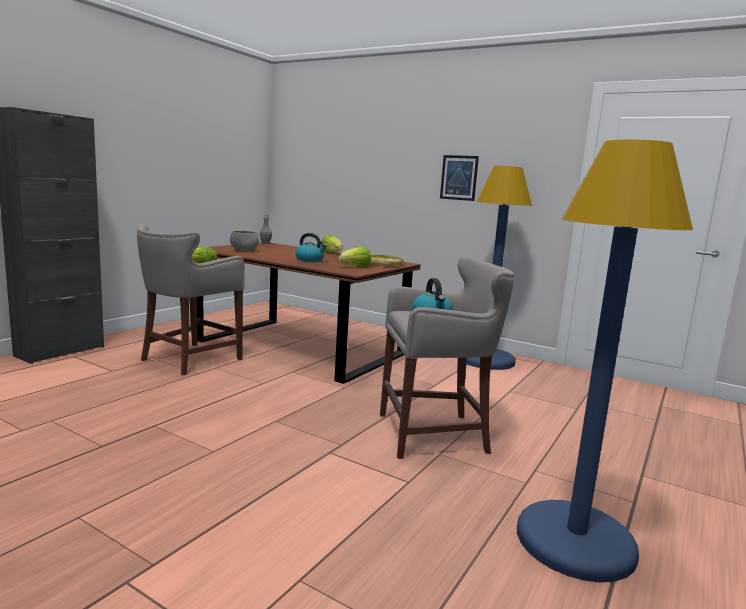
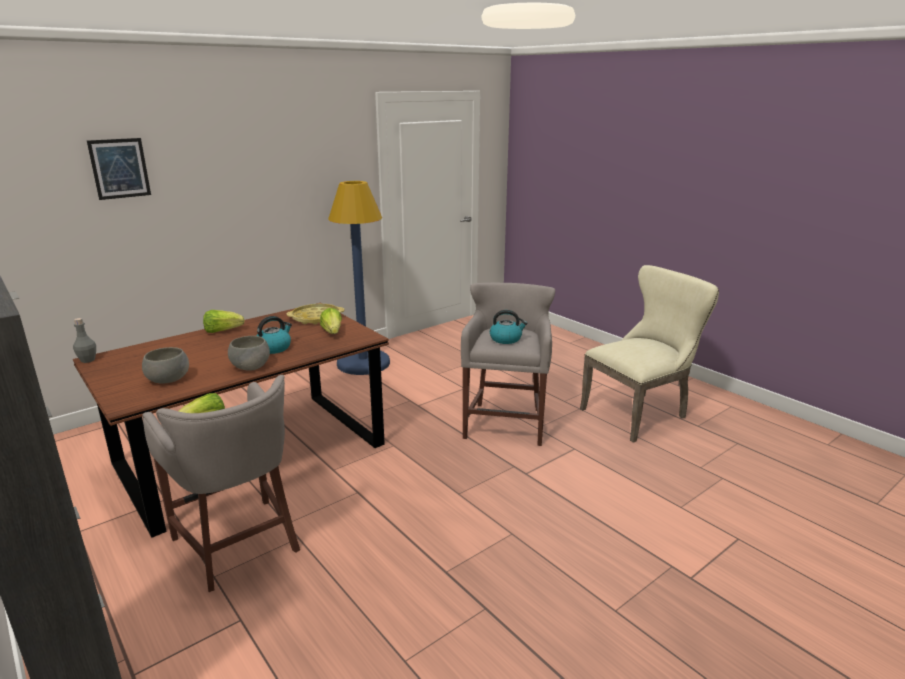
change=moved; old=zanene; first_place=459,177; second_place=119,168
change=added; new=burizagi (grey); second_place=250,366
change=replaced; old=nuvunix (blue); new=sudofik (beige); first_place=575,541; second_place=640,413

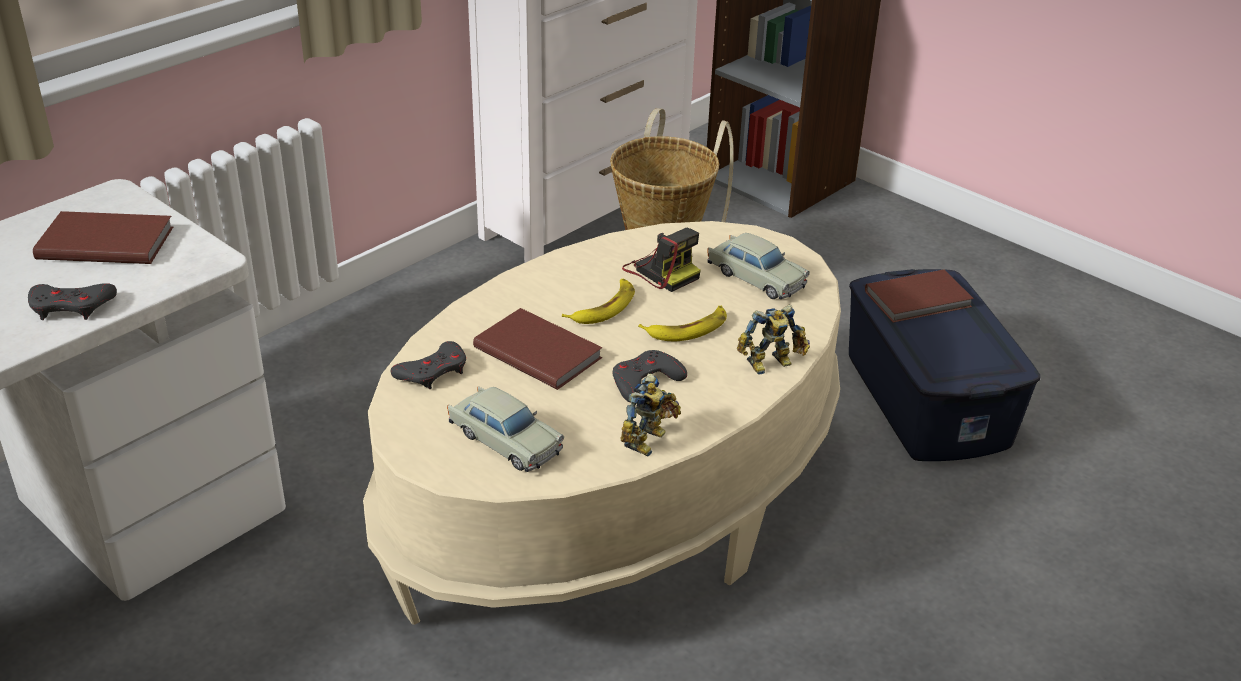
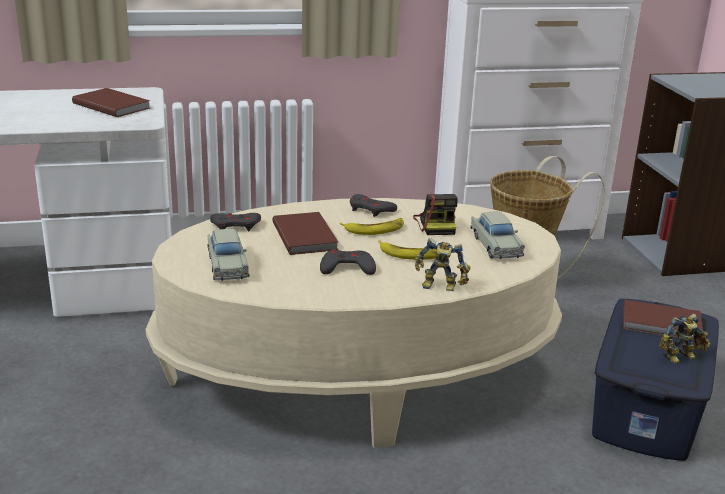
change=moved; old=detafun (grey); first_place=71,306; second_place=370,209
change=moved; old=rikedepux; first_place=649,441; second_place=681,358

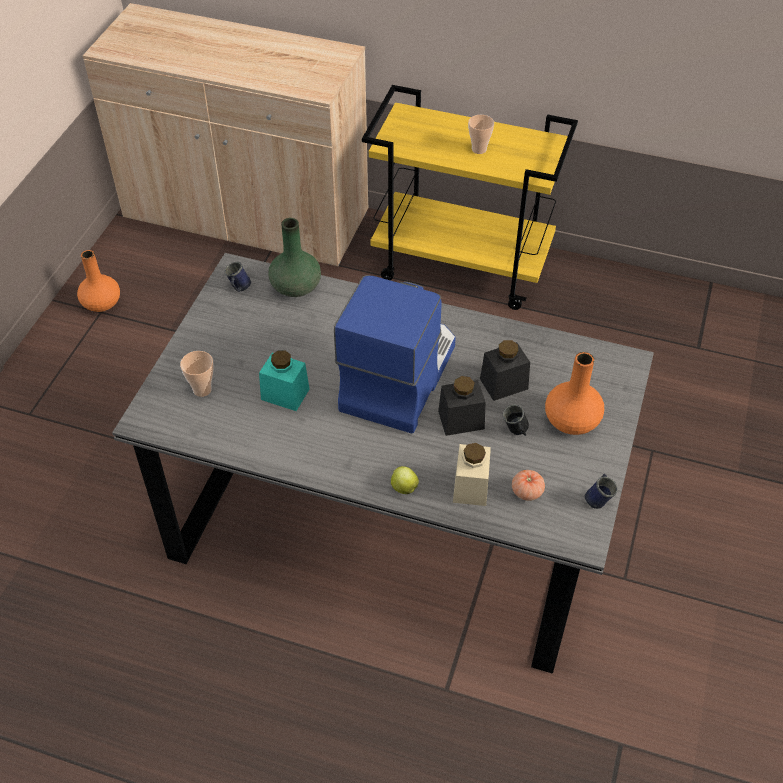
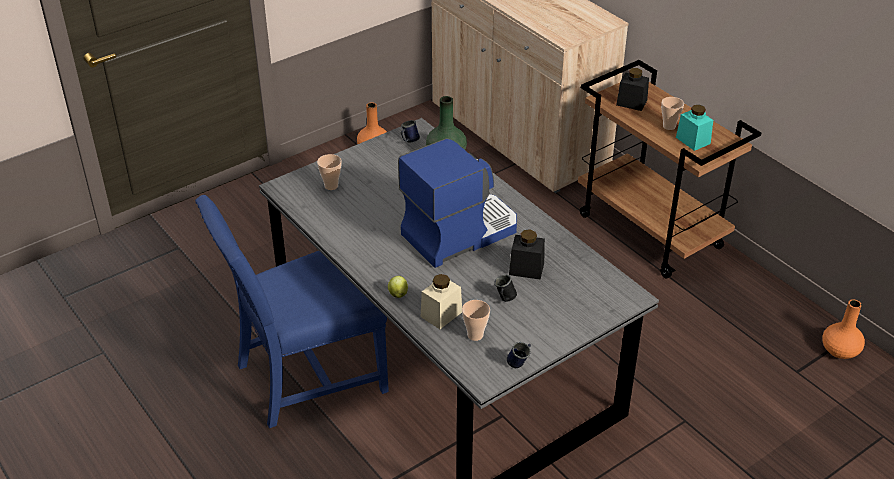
change=added; new=sudofik (blue); second_place=306,377
change=replaced; old=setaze; new=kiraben; first_place=527,492; second_place=475,335
change=recoloured; old=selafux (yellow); new=selafux (brown); first_place=463,265; second_place=651,231
change=moved; old=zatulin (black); first_place=461,420; second_place=631,102
change=moved; old=zatulin (turquoise); first_place=285,394; second_place=693,140
change=moved; old=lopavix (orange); first_place=571,421; second_place=839,350

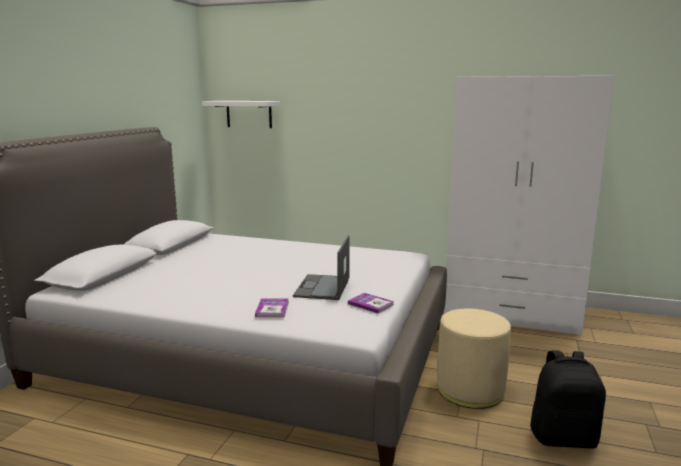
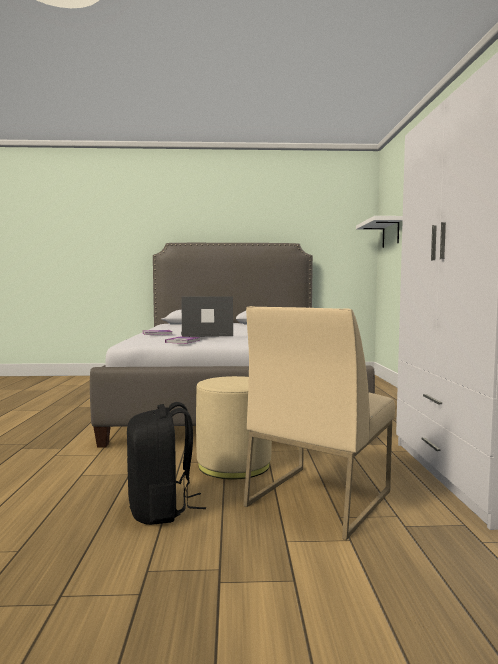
change=added; new=sudofik (beige); second_place=318,497

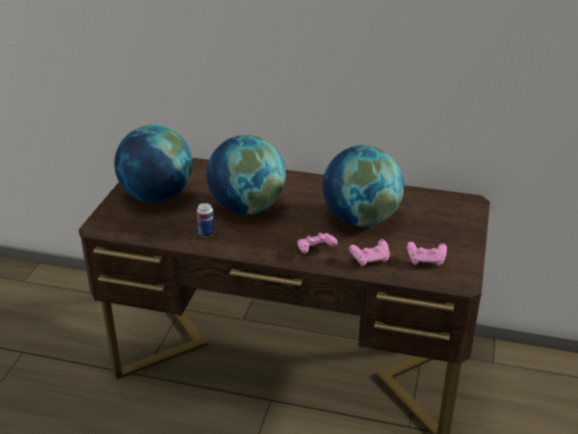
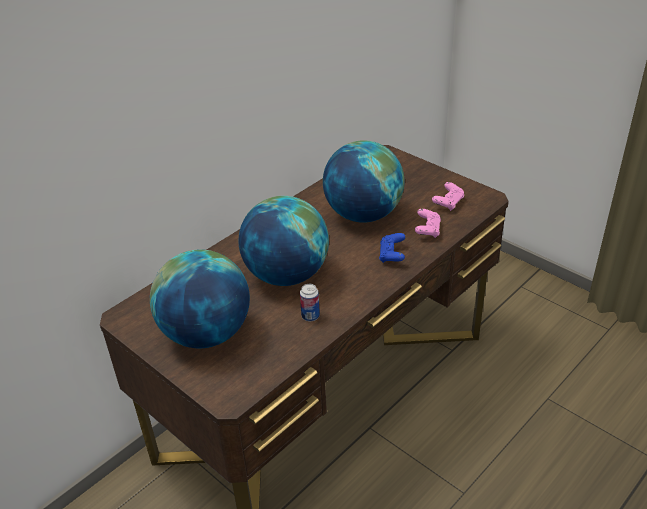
change=recoloured; old=detafun (pink); new=detafun (blue); first_place=315,250; second_place=392,255

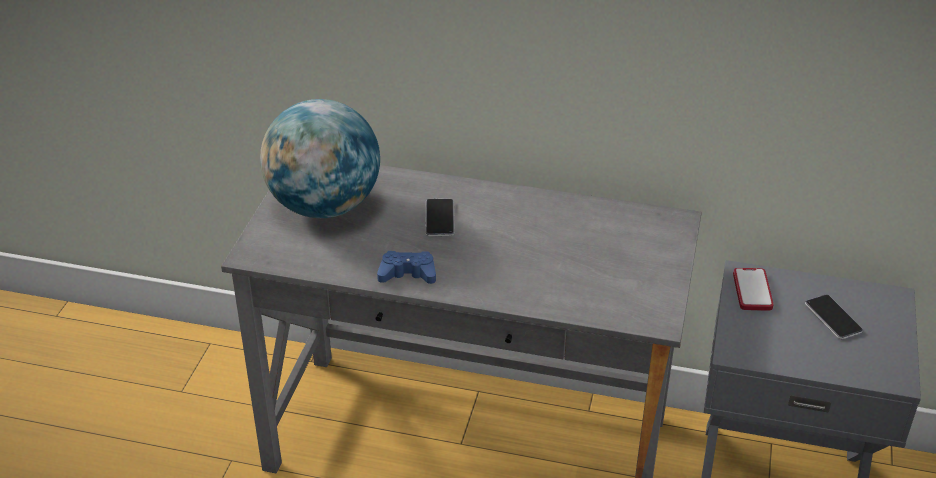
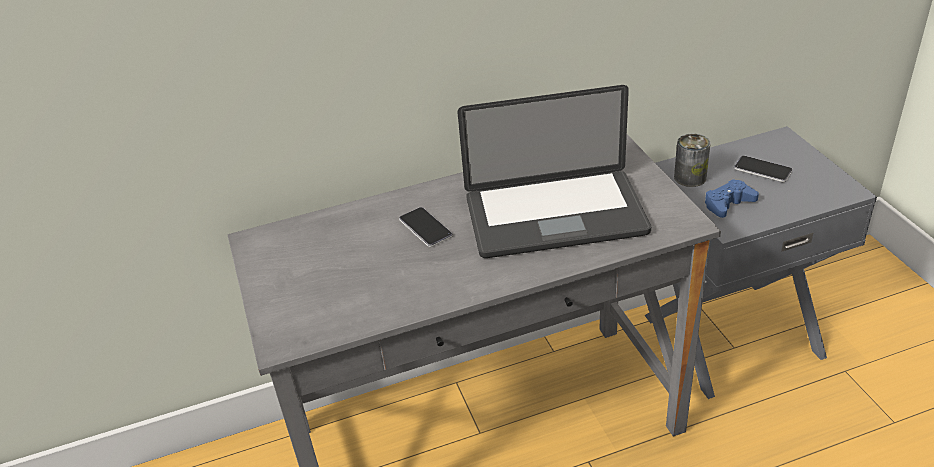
change=added; new=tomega; second_place=555,216
change=replaced; old=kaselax; new=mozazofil; first_place=752,291; second_place=690,177
change=moved; old=detafun (blue); first_place=407,274; second_place=728,204
change=removed; old=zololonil; first_place=324,206

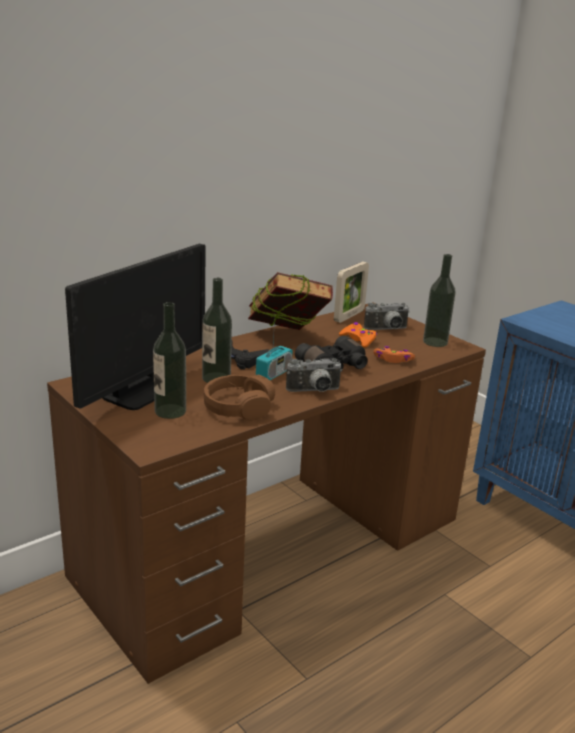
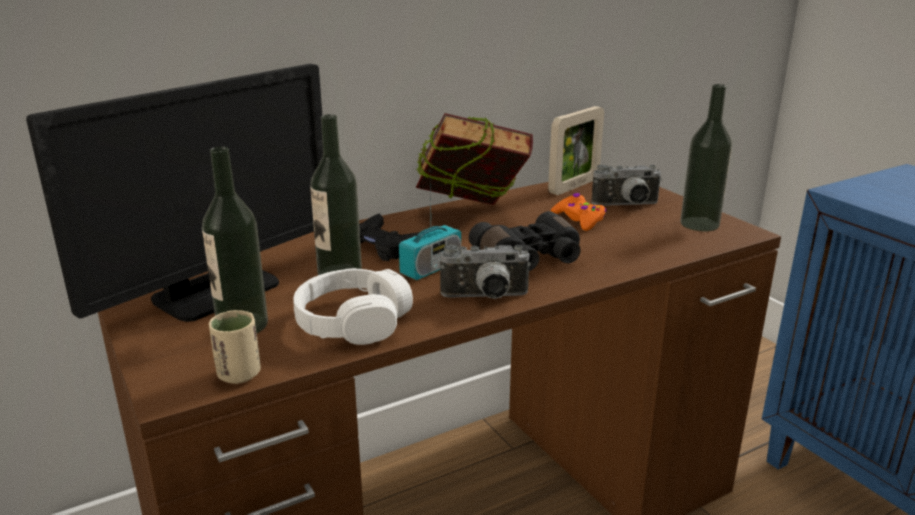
change=added; new=kiraben (beige); second_place=239,374
change=recoloured; old=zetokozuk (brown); new=zetokozuk (white); first_place=238,407; second_place=353,321
change=removed; old=detafun (orange); first_place=393,360

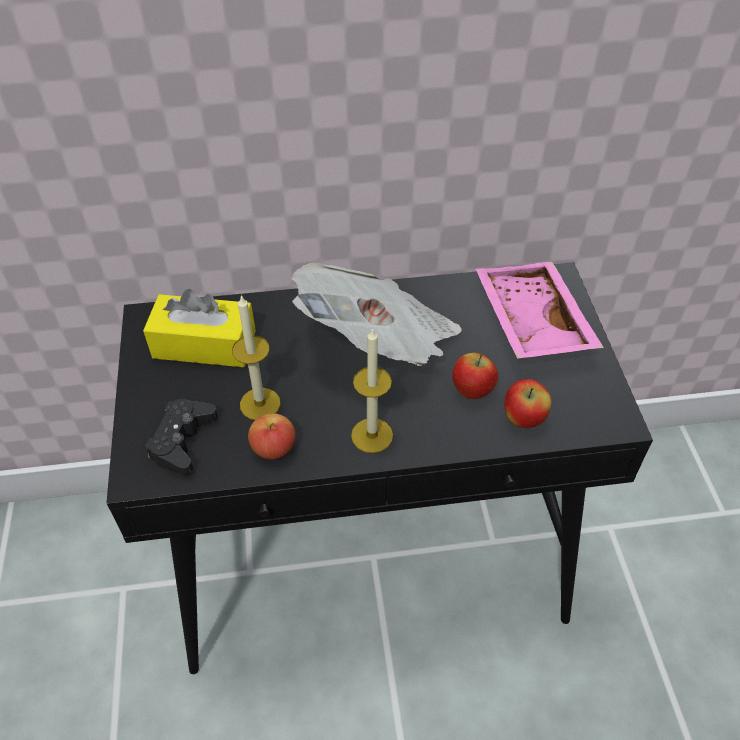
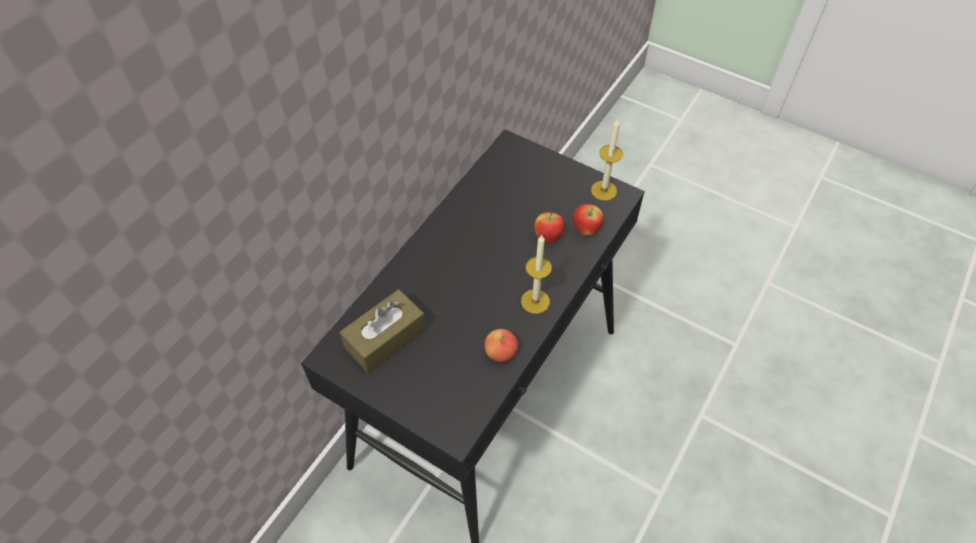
change=recoloured; old=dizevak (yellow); new=dizevak (brown); first_place=204,344; second_place=385,339
change=moved; old=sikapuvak; first_place=260,404; second_place=604,190
change=removed; old=detafun (black); first_place=182,441
change=removed; old=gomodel; first_place=379,342
change=removed; old=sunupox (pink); first_place=529,322

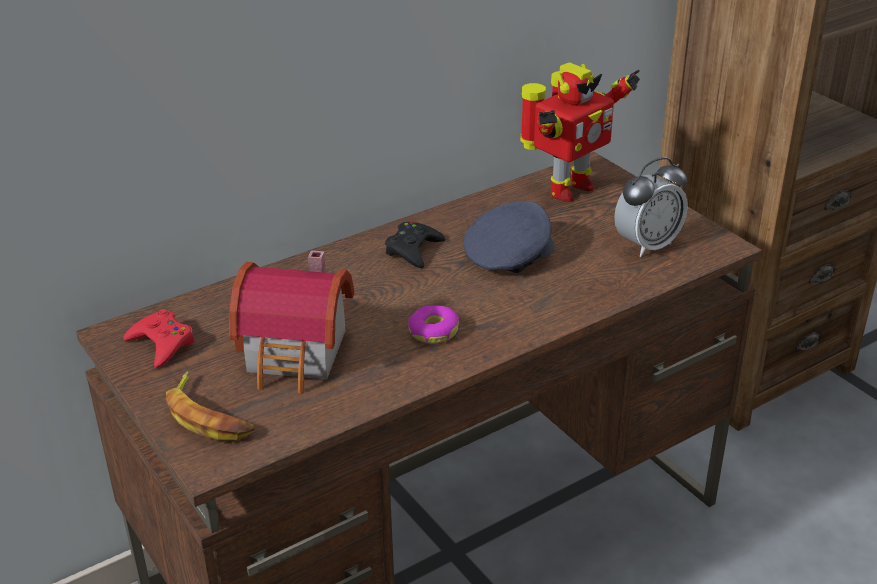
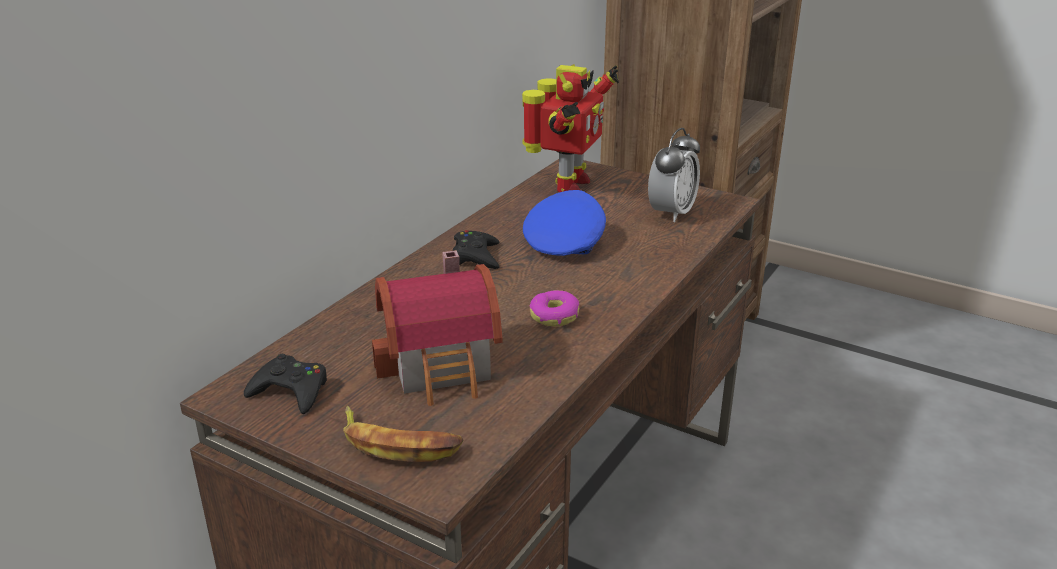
change=recoloured; old=detafun (red); new=detafun (black); first_place=162,344; second_place=291,391
change=recoloured; old=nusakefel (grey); new=nusakefel (blue); first_place=508,254; second_place=564,242

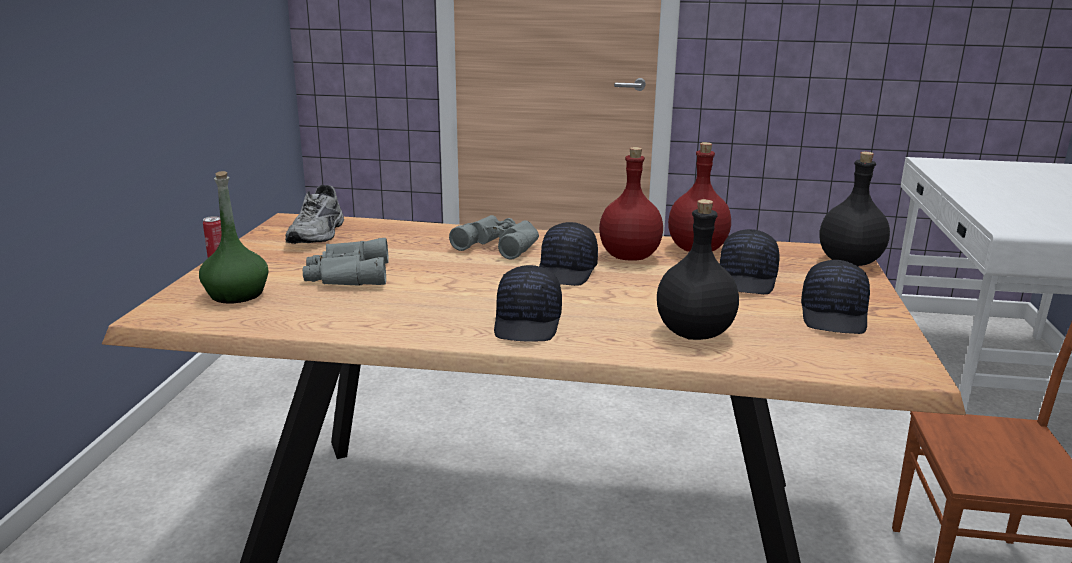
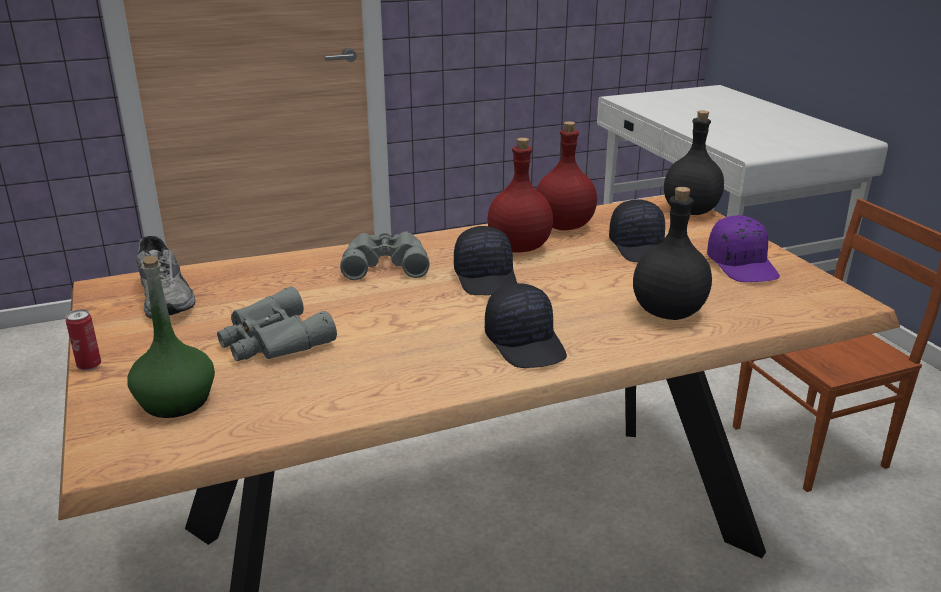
change=recoloured; old=nusakefel (black); new=nusakefel (purple); first_place=835,316; second_place=743,266

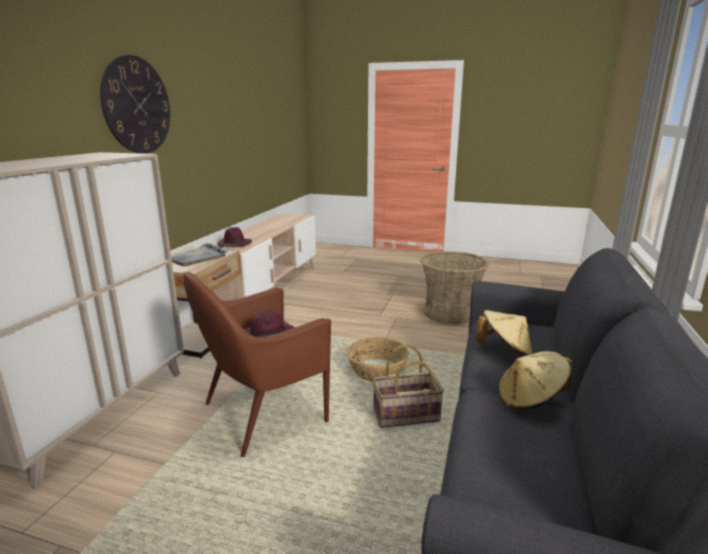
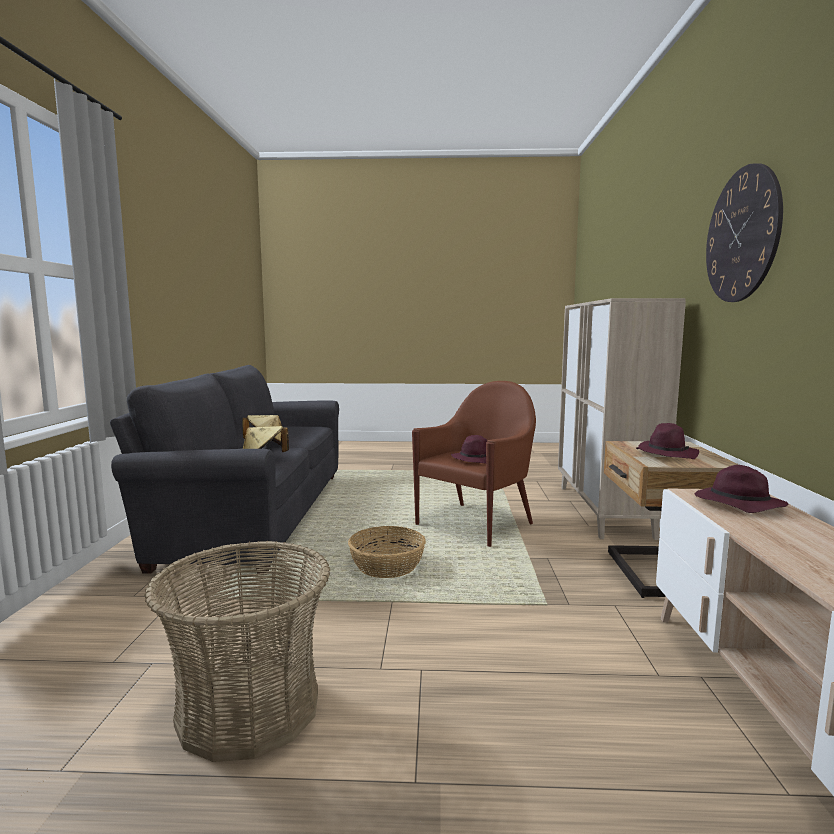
change=replaced; old=sunupox (grey); new=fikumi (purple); first_place=197,257; second_place=666,454
change=removed; old=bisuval; first_place=406,416

